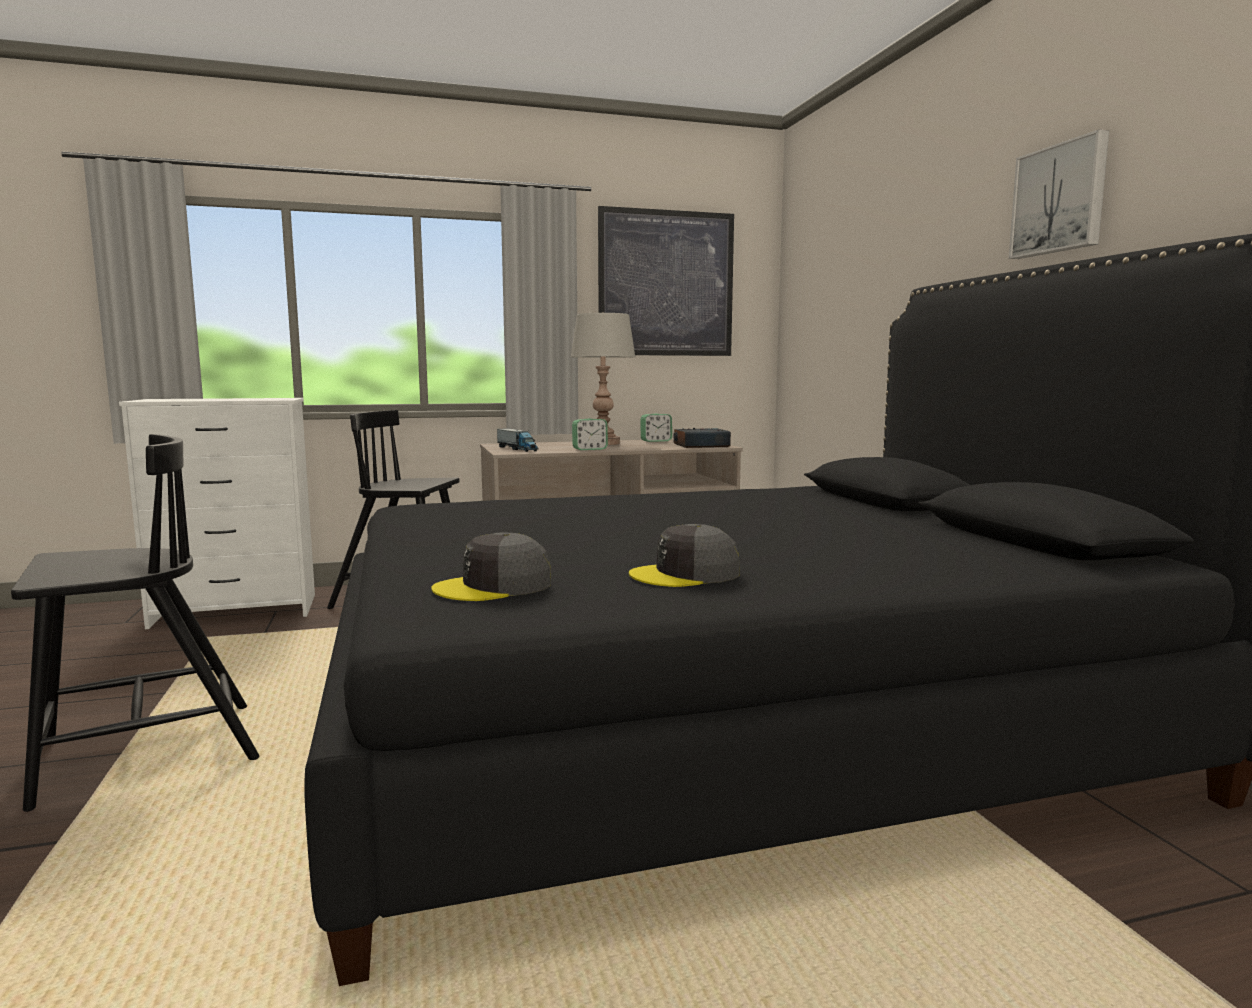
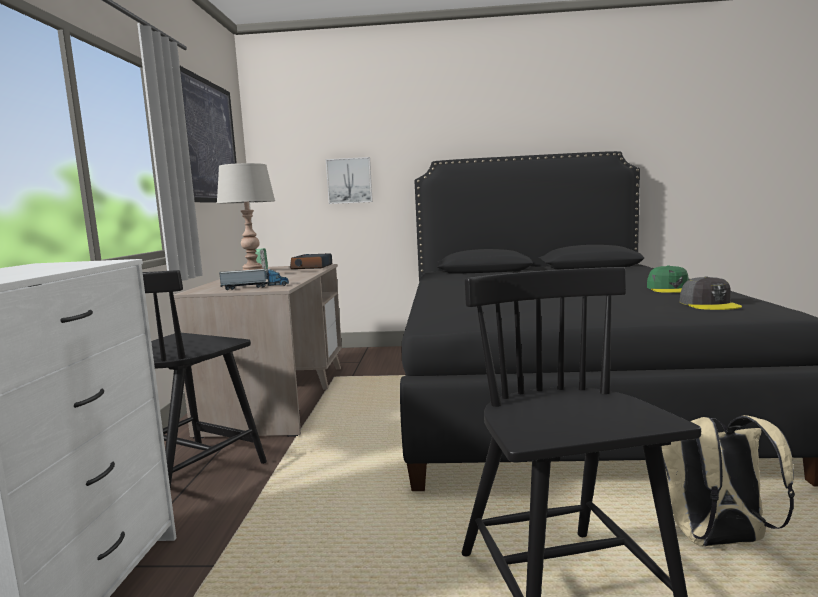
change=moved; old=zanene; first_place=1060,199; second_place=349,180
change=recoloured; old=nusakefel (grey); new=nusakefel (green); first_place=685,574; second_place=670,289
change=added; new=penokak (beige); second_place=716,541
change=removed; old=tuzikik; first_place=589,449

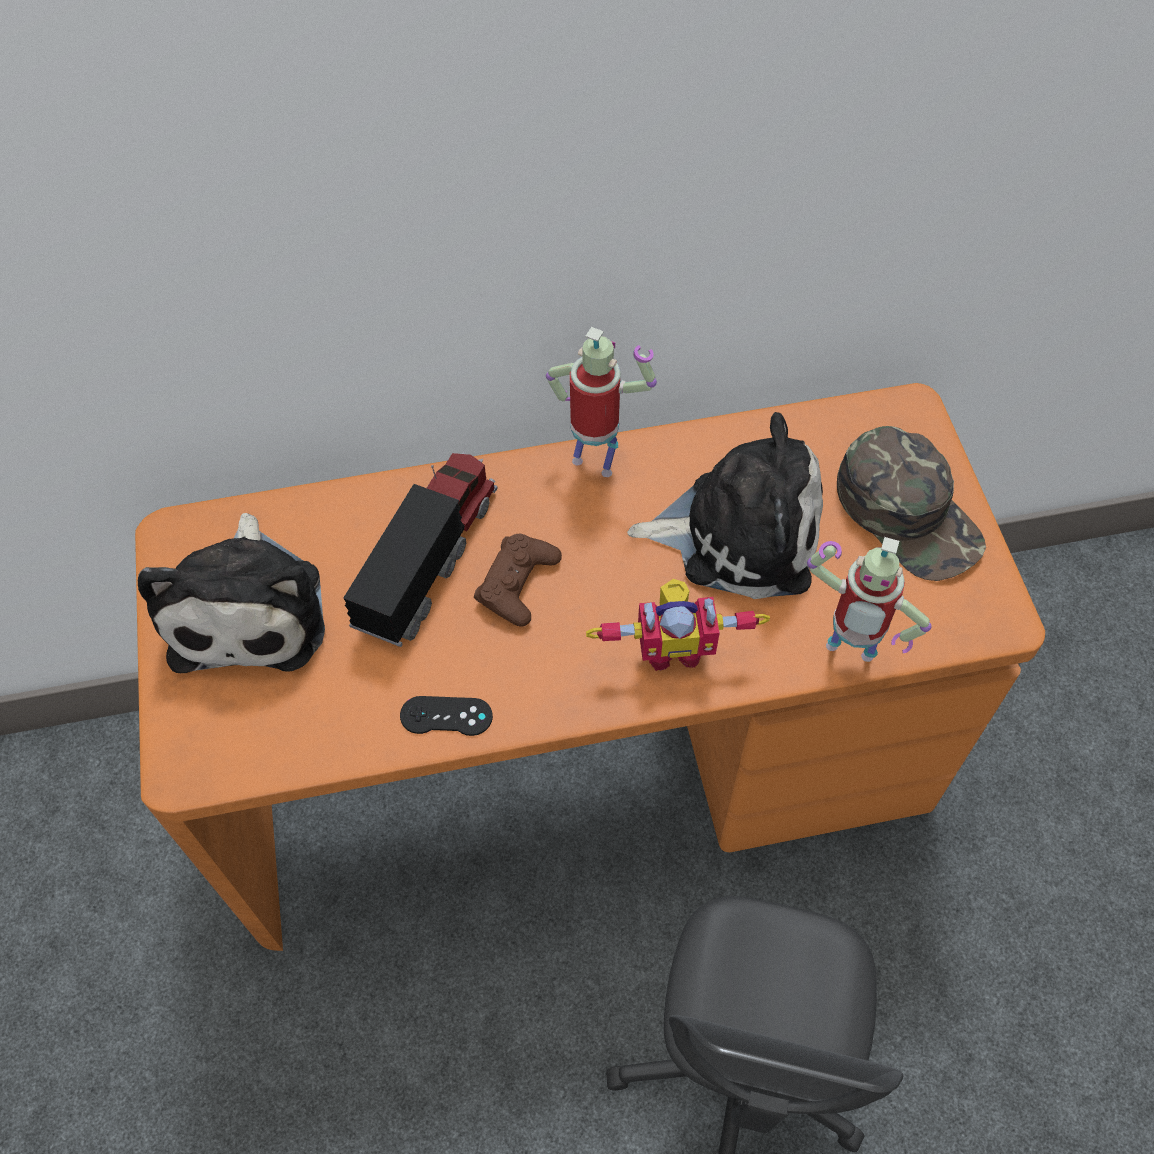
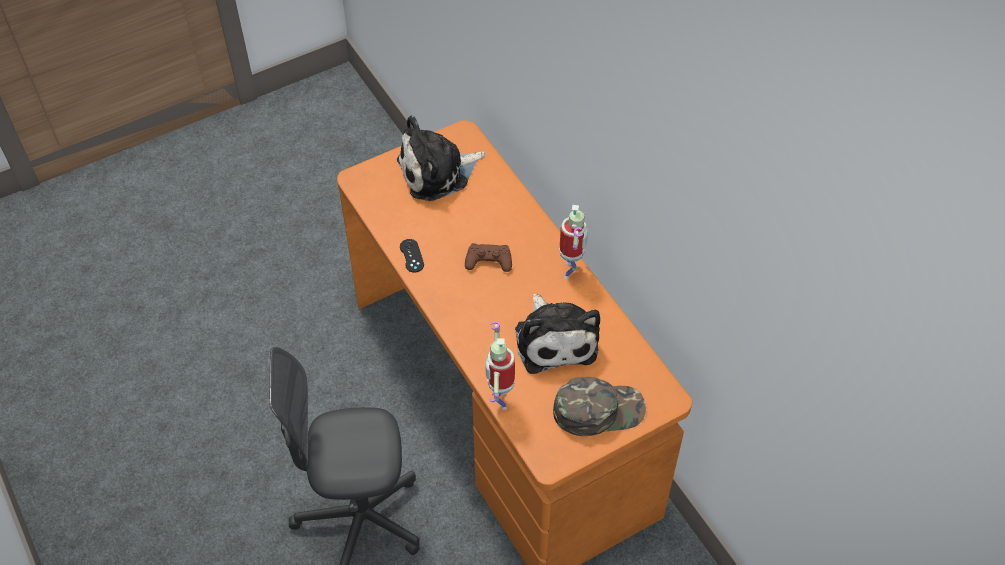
change=turned; old=nusakefel (green); first_place=908,513; second_place=598,409; degrees=-135
change=removed; old=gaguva; first_place=429,558
change=removed; old=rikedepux; first_place=673,647

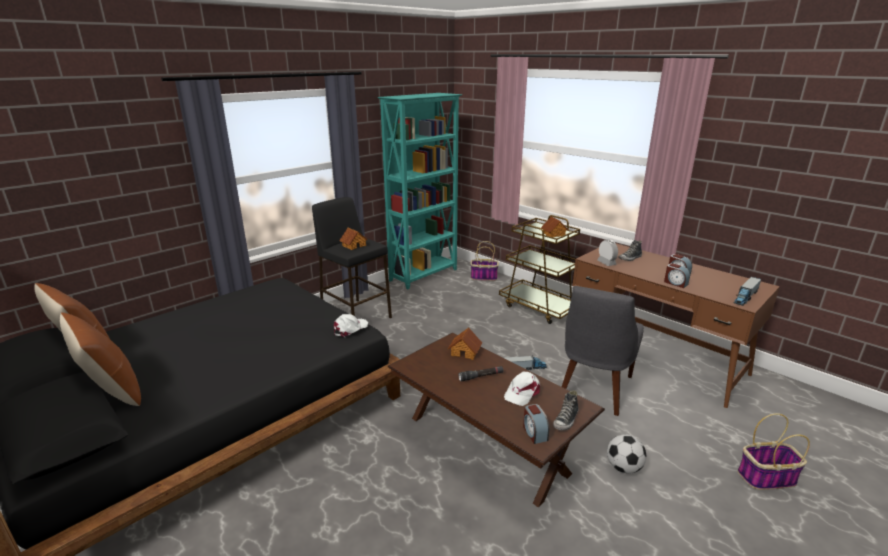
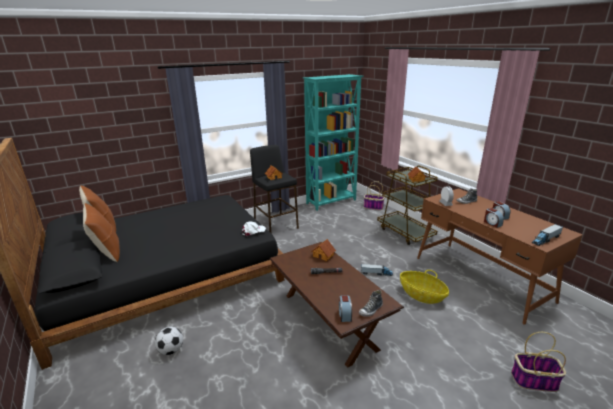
change=moved; old=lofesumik; first_place=623,467; second_place=171,350
change=replaced; old=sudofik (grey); new=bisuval; first_place=593,389; second_place=422,295
change=removed; old=nusakefel (white); first_place=522,392

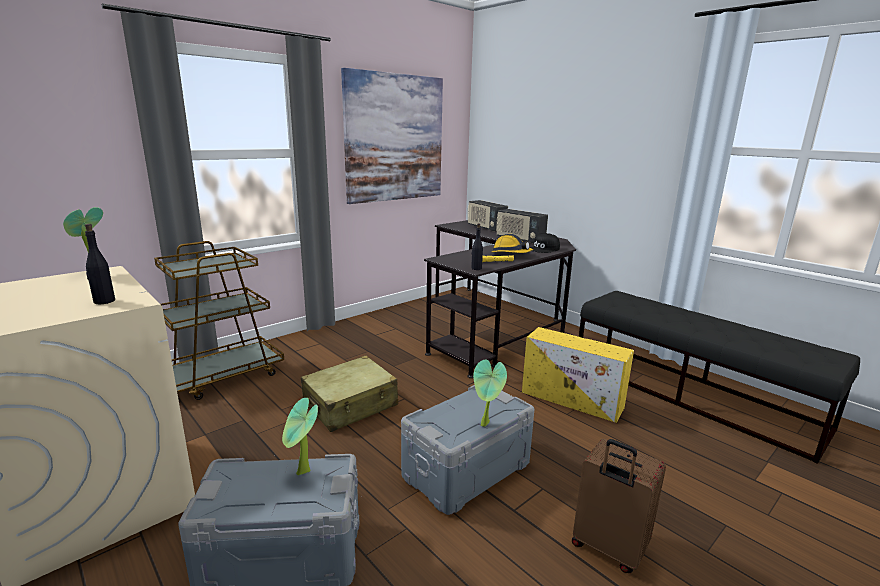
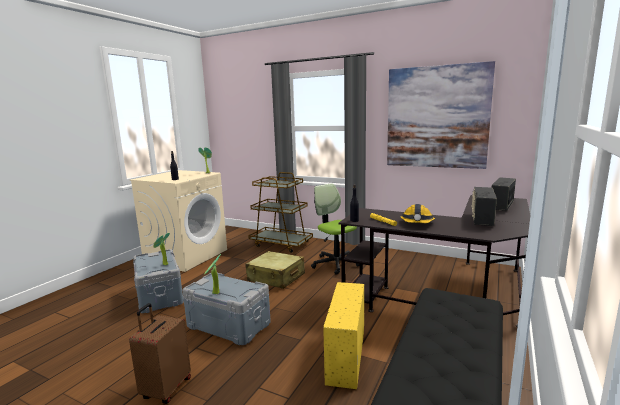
change=added; new=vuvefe; second_place=335,263
change=removed; old=nusakefel (black); first_place=544,249

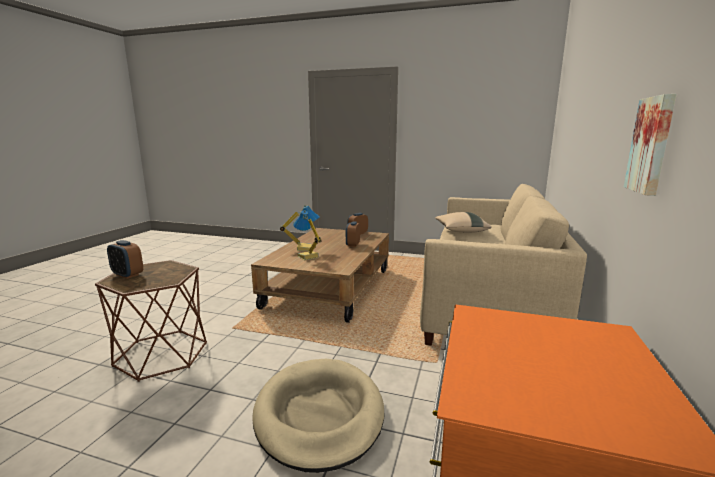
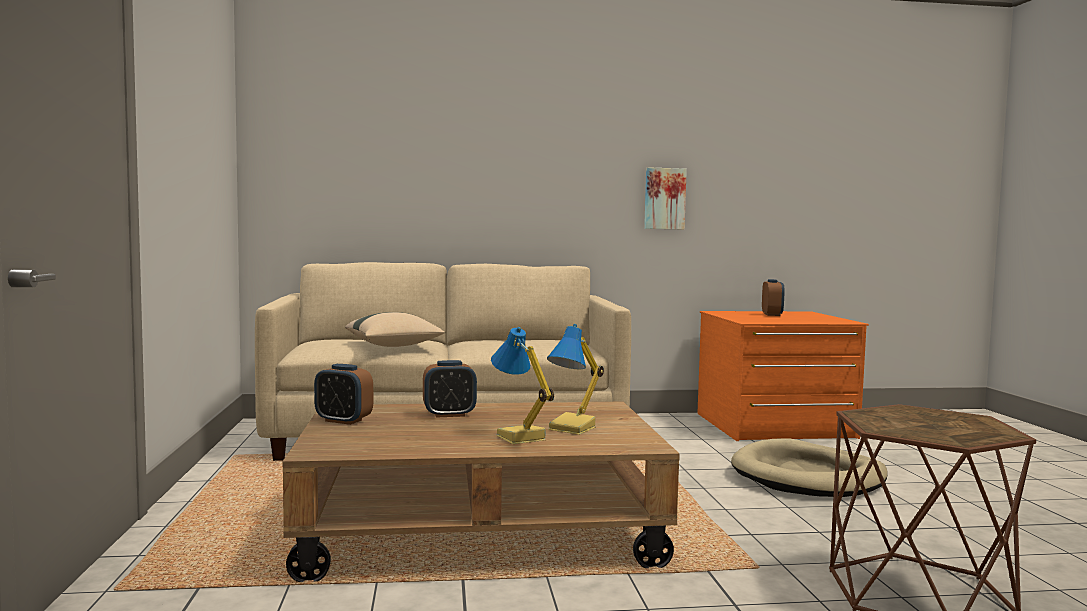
change=moved; old=tuzikik; first_place=127,275; second_place=772,314

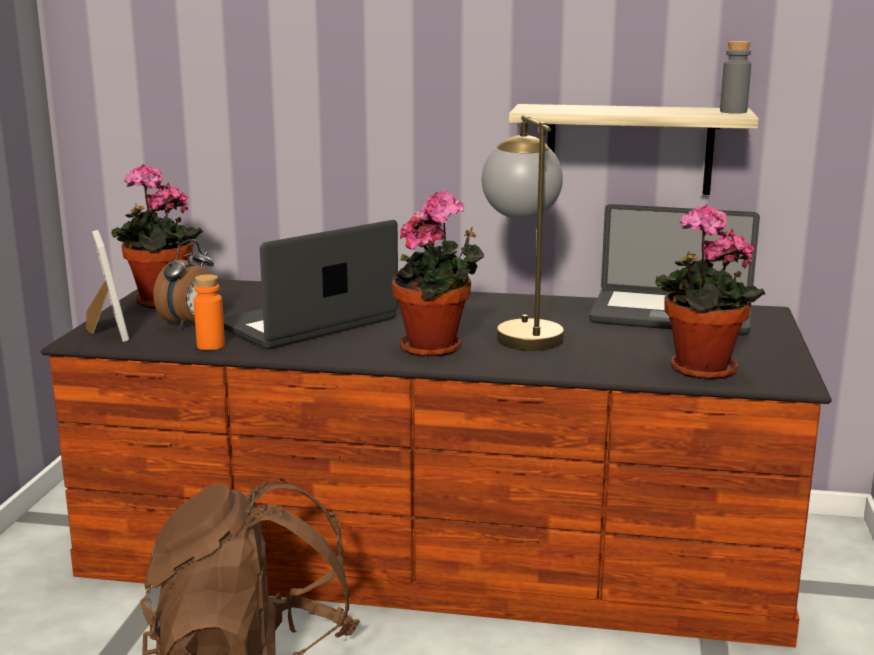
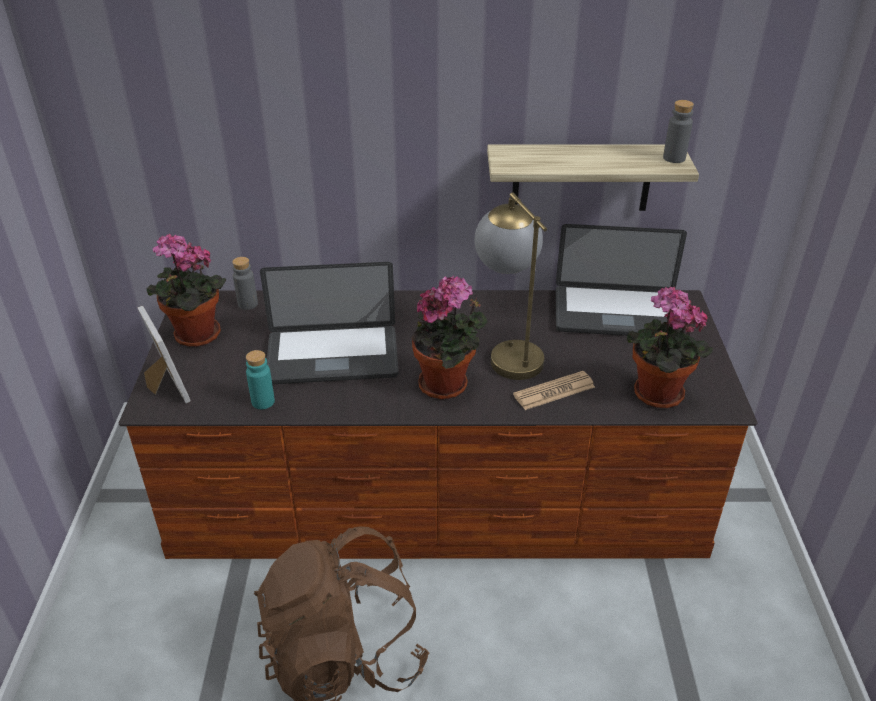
change=added; new=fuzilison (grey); second_place=248,304
change=recoloured; old=fuzilison (orange); new=fuzilison (turquoise); first_place=211,346; second_place=263,402
change=turned; old=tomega; first_place=308,323; second_place=332,356; degrees=-135
change=added; new=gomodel; second_place=554,391
change=removed; old=tuzikik; first_place=191,324

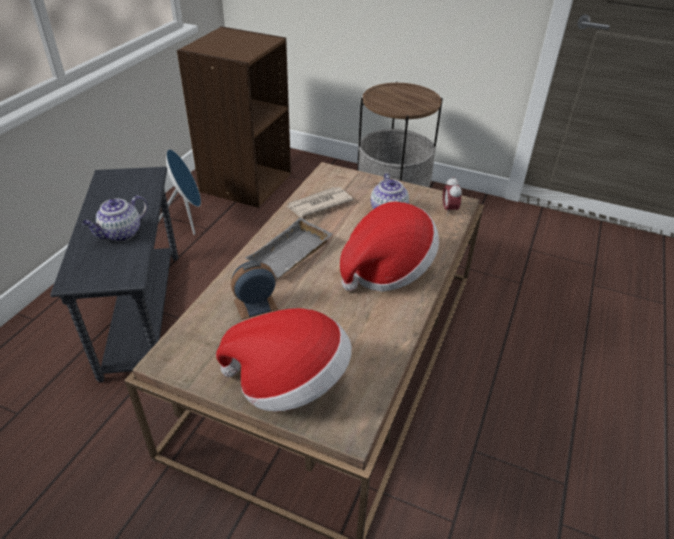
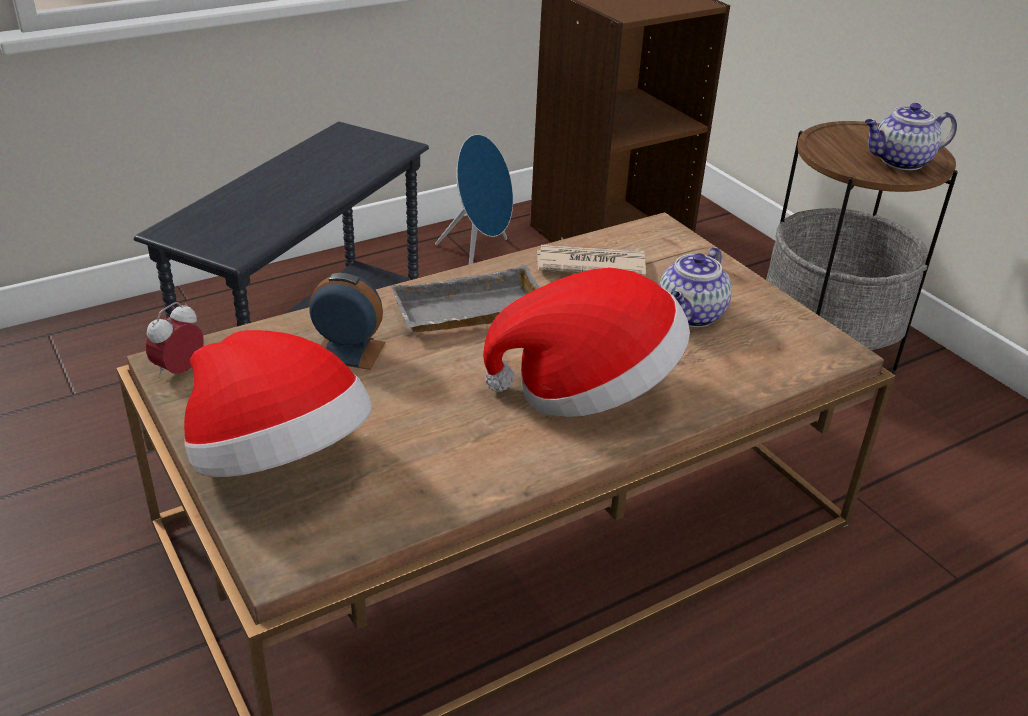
change=moved; old=tuzikik; first_place=449,210; second_place=179,371
change=moved; old=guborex; first_place=121,234; second_place=900,162

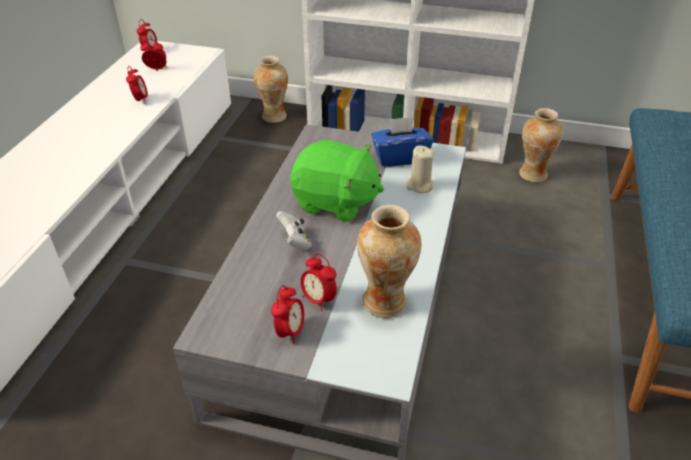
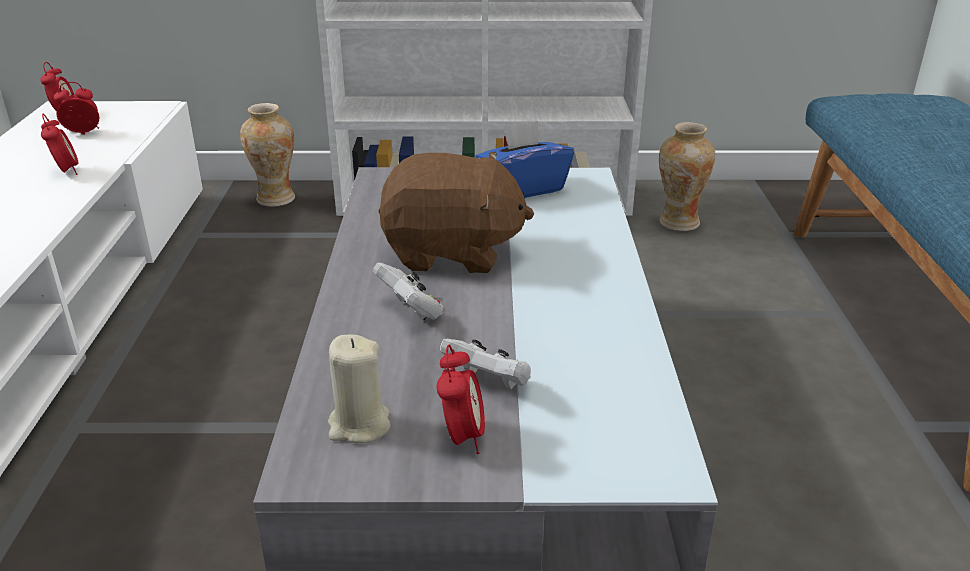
change=moved; old=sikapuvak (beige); first_place=419,186; second_place=359,425
change=recoloured; old=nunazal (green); new=nunazal (brown); first_place=335,202; second_place=452,253
change=replaced; old=tuzikik; new=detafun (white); first_place=318,299; second_place=489,383
change=removed; old=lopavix; first_place=385,302

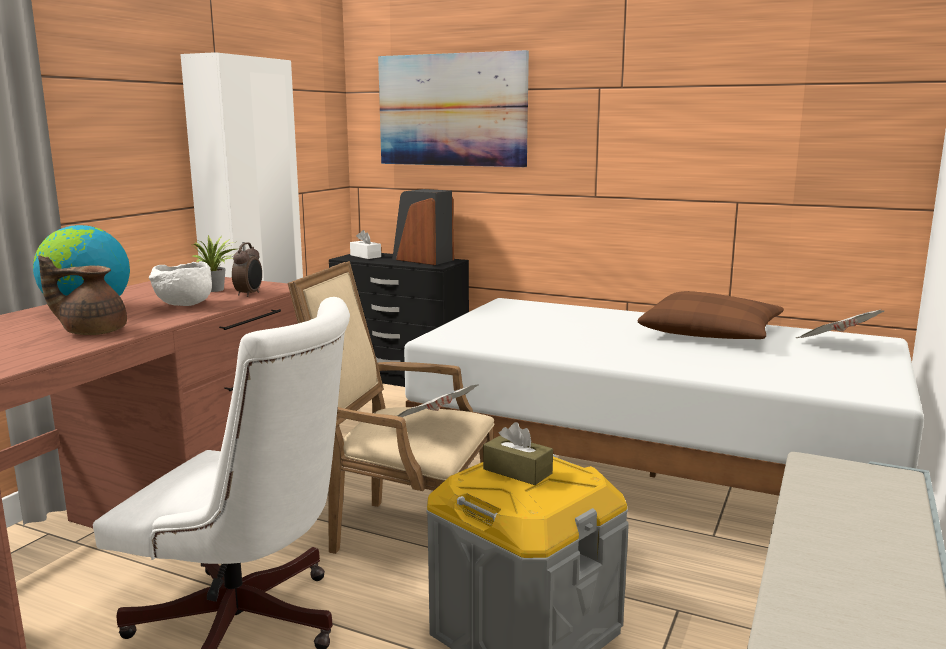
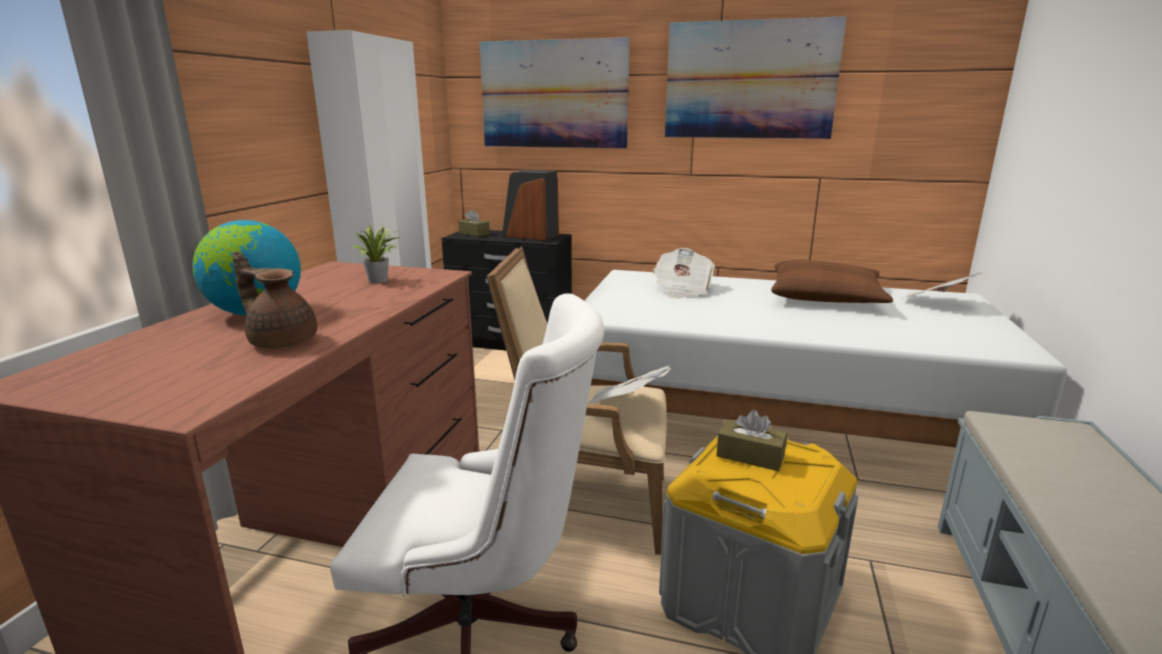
change=turned; old=guborex (brown); first_place=92,332; second_place=282,341; degrees=45
change=recoloured; old=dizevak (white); new=dizevak (brown); first_place=365,256; second_place=474,233
change=added; new=gomodel; second_place=682,290
change=added; new=zanene; second_place=750,80
change=removed; old=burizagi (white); first_place=184,305
change=removed; old=tuzikik; first_place=249,294

